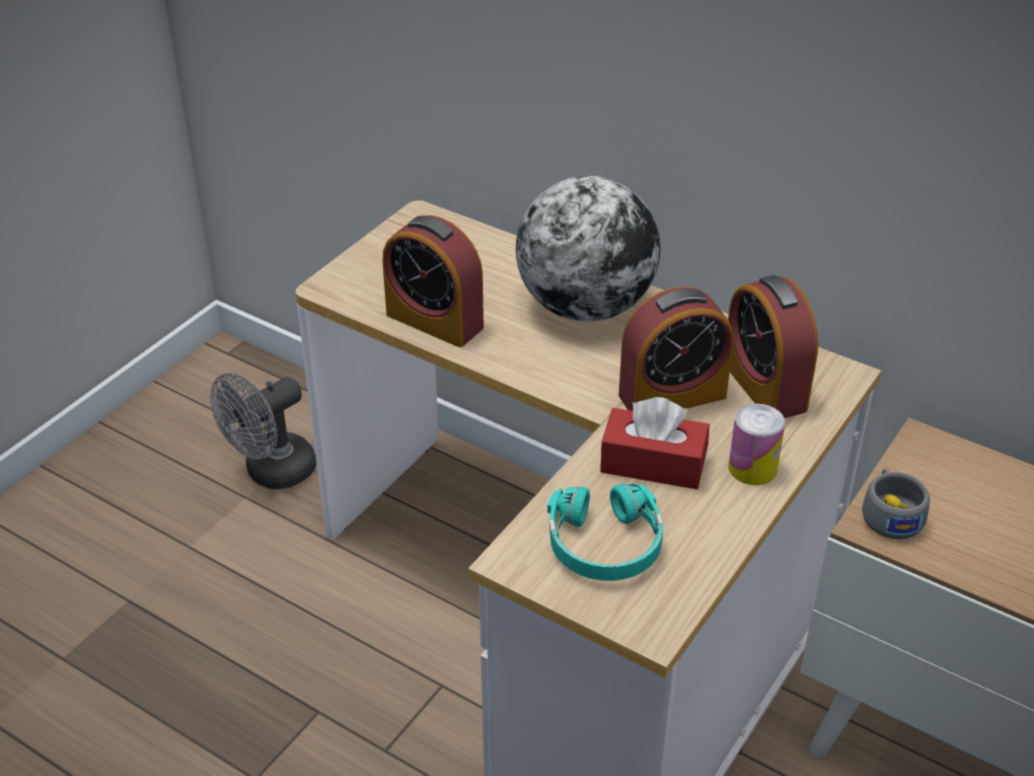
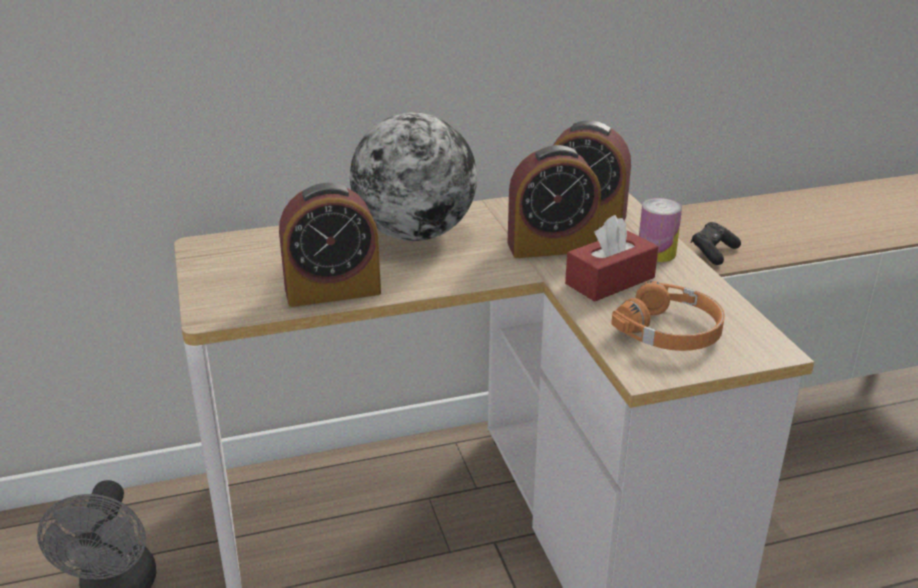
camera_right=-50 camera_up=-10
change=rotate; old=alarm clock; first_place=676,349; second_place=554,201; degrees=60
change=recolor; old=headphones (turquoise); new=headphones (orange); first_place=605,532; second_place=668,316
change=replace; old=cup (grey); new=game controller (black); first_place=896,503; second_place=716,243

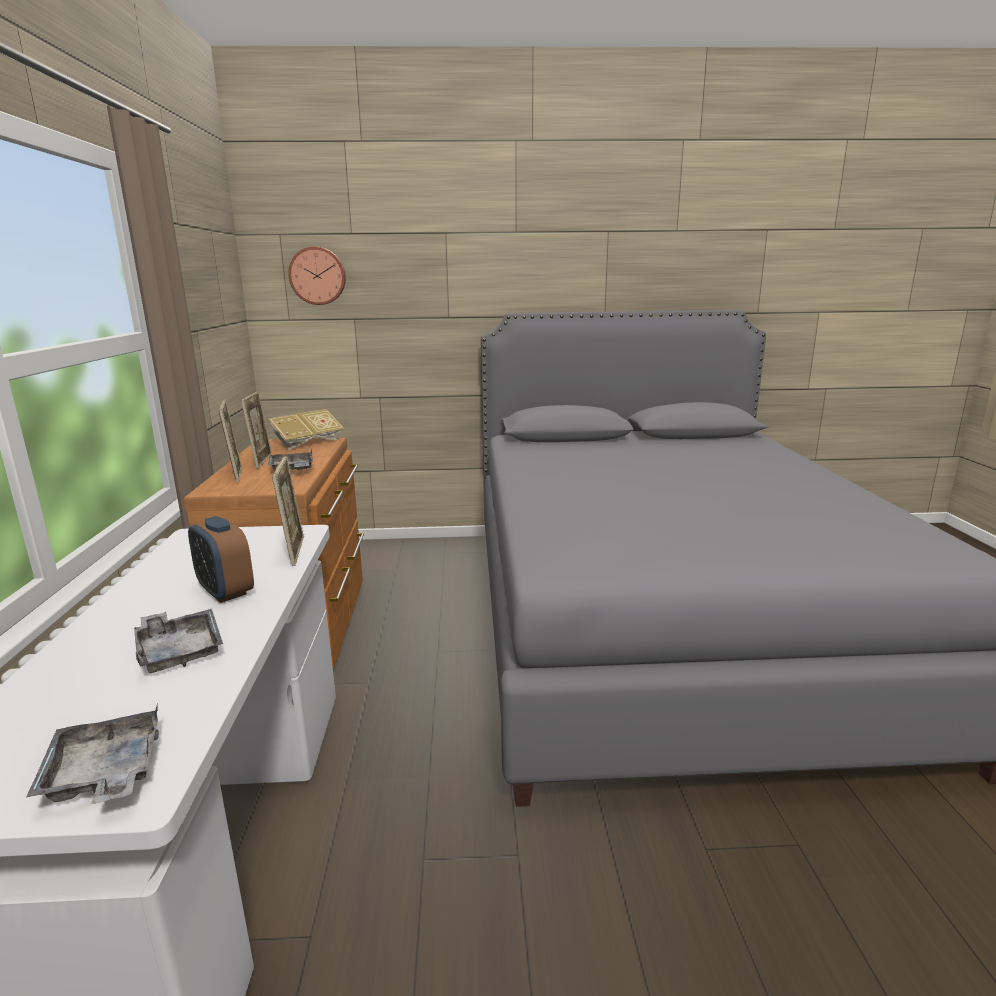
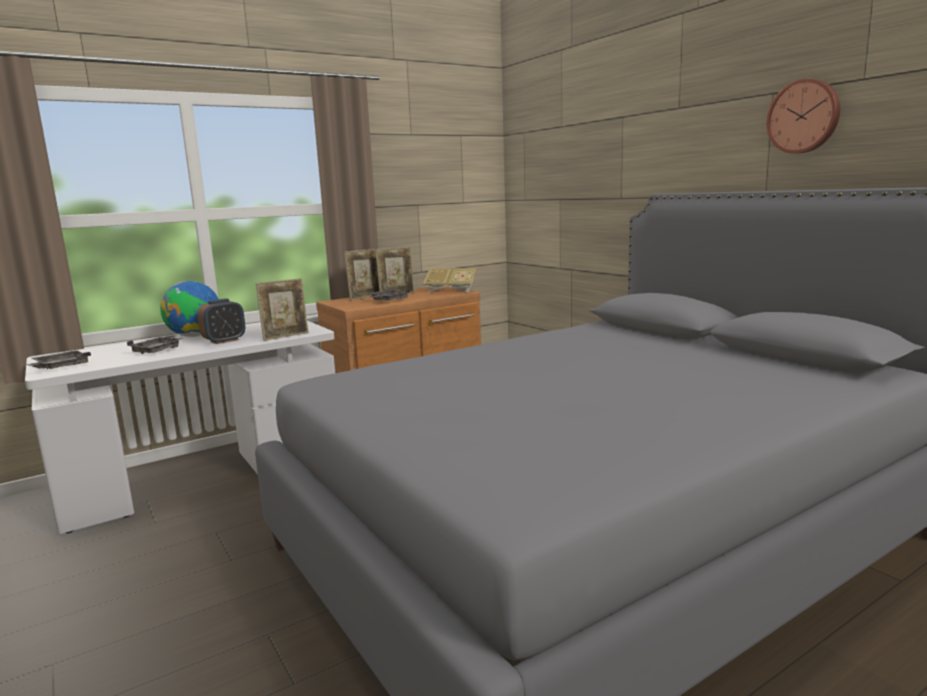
camera_right=60 camera_up=-5
change=insert; new=globe; second_place=189,309
change=rotate; old=alarm clock; first_place=221,559; second_place=221,321; degrees=-150
change=move; old=wall clock; first_place=317,275; second_place=803,116

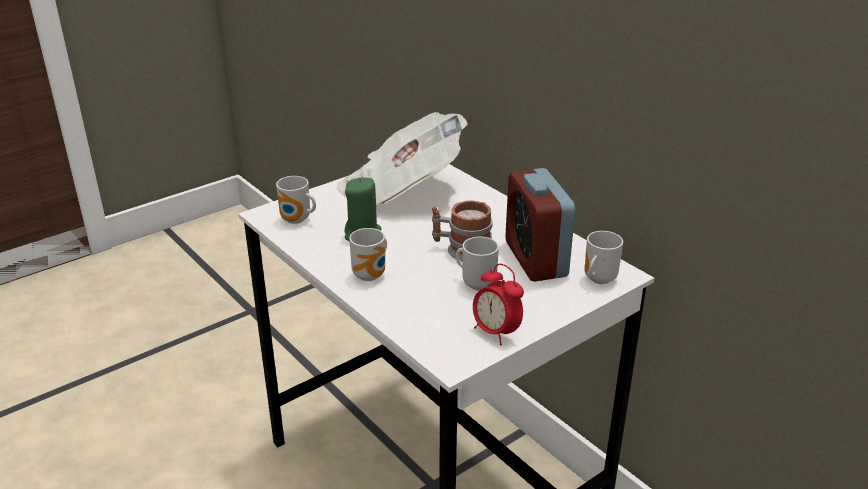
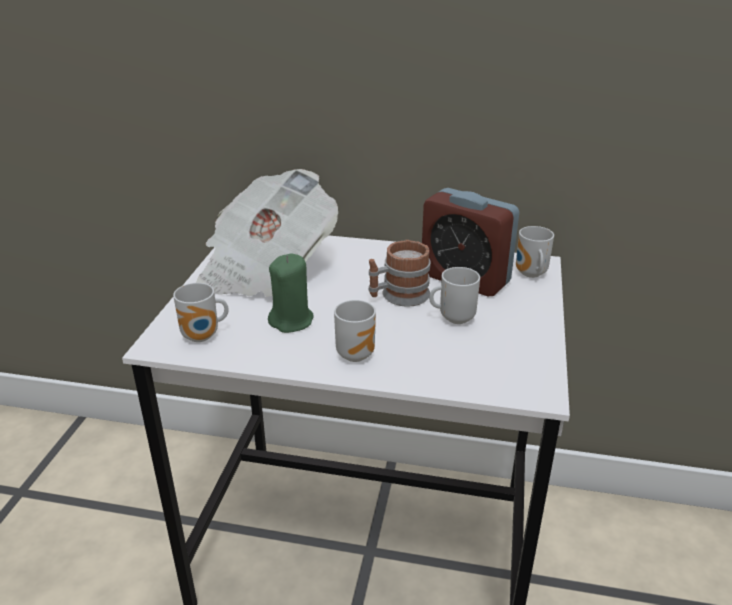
camera_right=-40 camera_up=0
change=delete; old=alarm clock; first_place=498,304

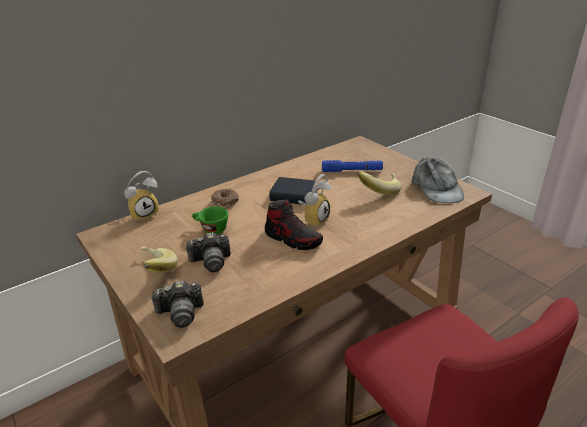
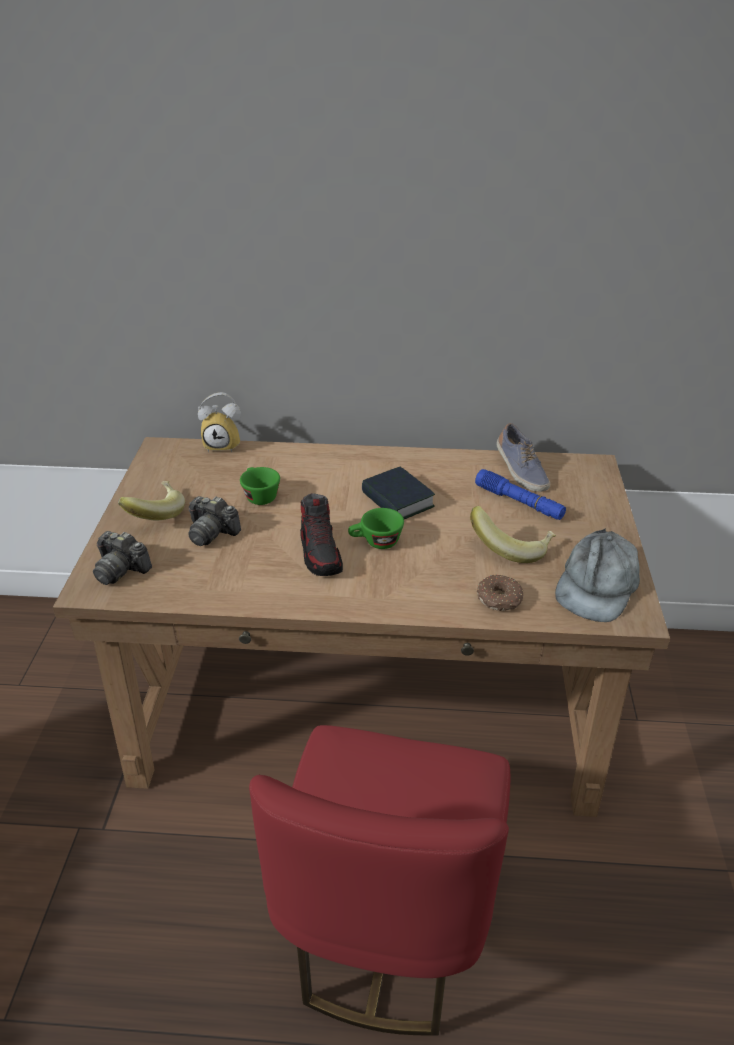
camera_right=40 camera_up=5
change=replace; old=alarm clock; new=cup (green); first_place=315,201; second_place=376,528
change=move; old=donut; first_place=225,198; second_place=500,592
change=insert; new=shoe; second_place=523,457

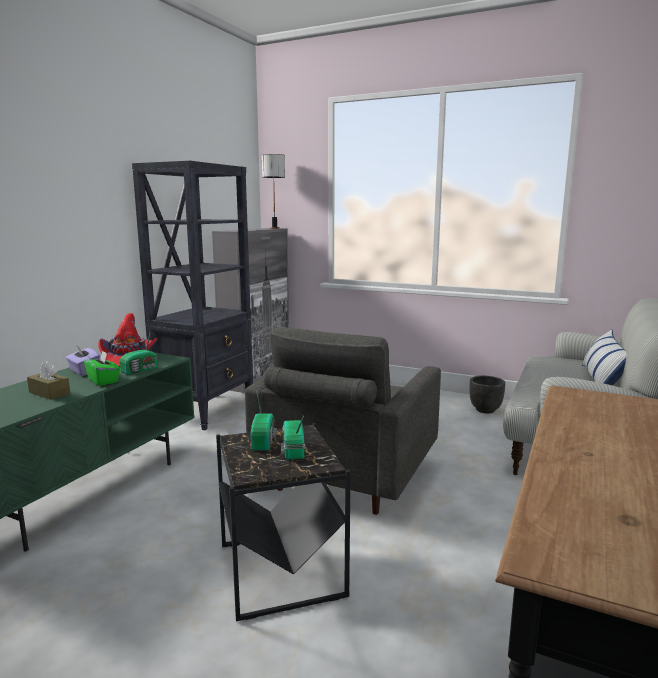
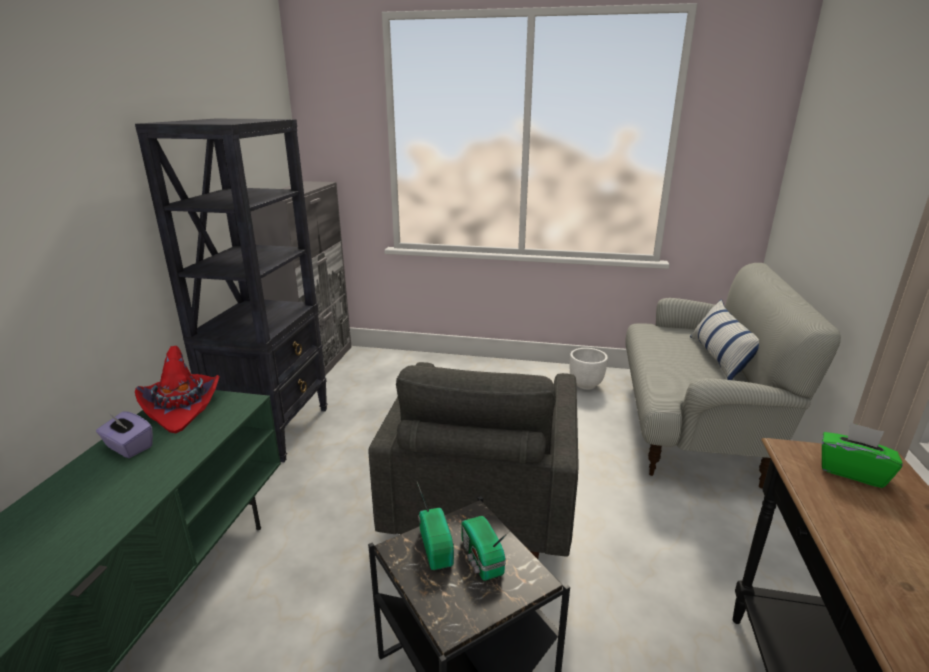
camera_right=-15 camera_up=10
change=recolor; old=planter (black); new=planter (white); first_place=487,394; second_place=588,369
change=move; old=tissue box (green); first_place=102,368; second_place=862,455
change=delete; old=tissue box (brown); first_place=48,380
change=delete; old=radio; first_place=138,354
change=delete; old=table lamp; first_place=273,191

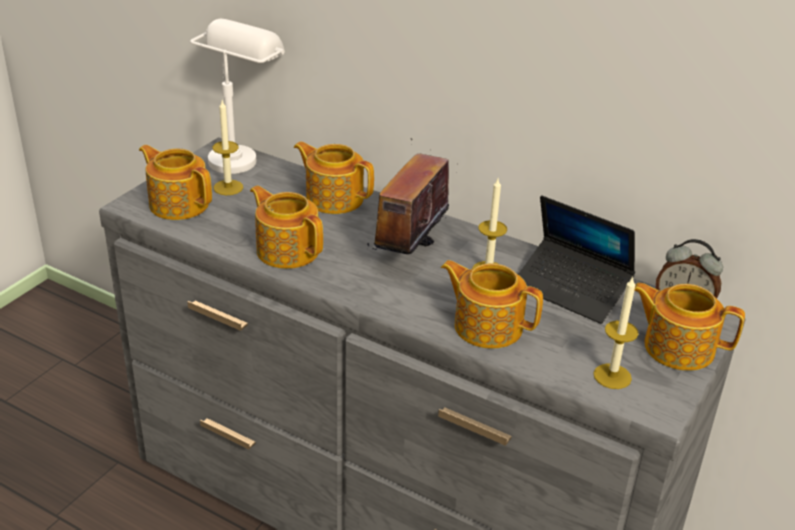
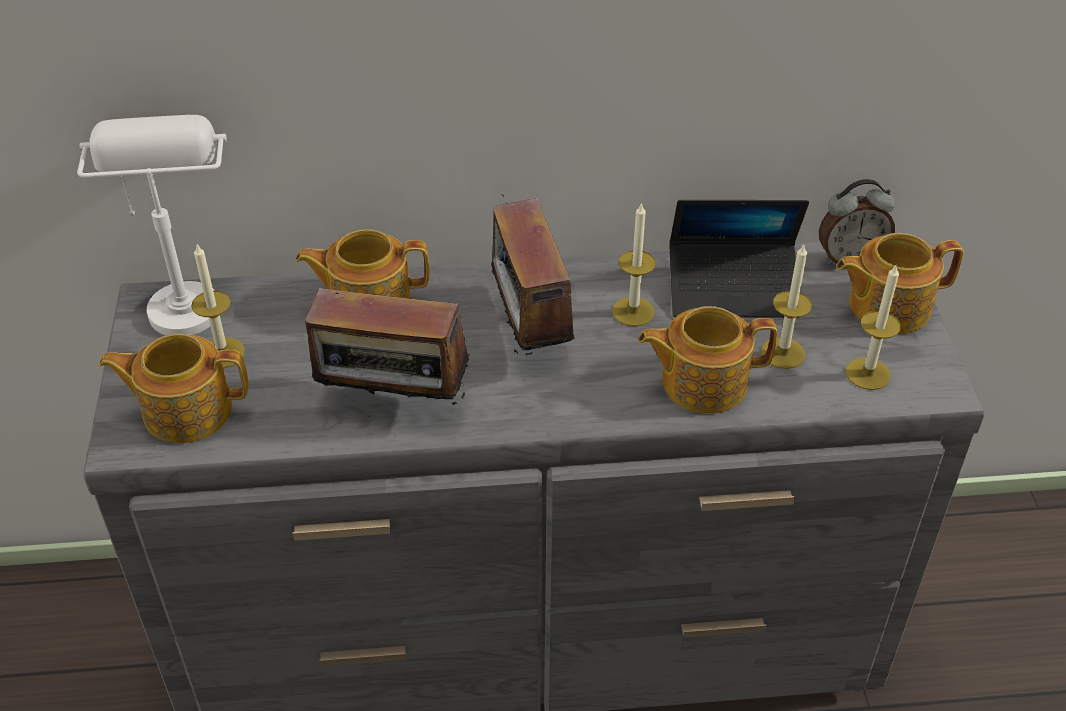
camera_right=-35 camera_up=10
change=replace; old=teapot; new=radio; first_place=286,227; second_place=387,344
change=insert; new=candle; second_place=786,306

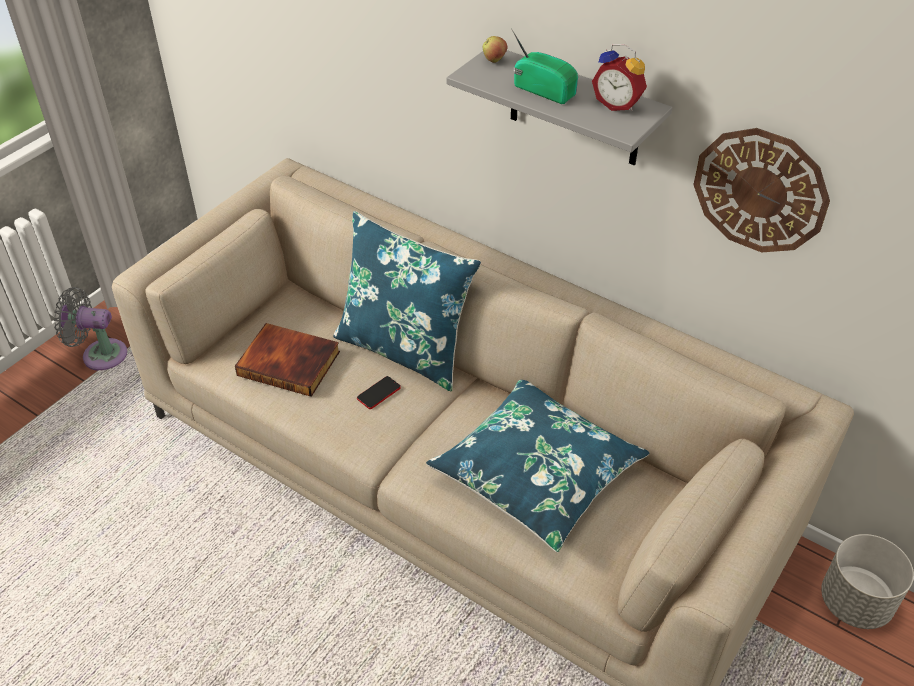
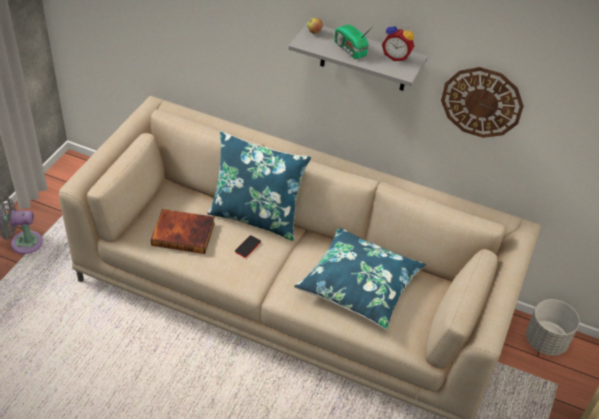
camera_right=-15 camera_up=0
change=rotate; old=radio; first_place=544,66; second_place=354,41; degrees=-150

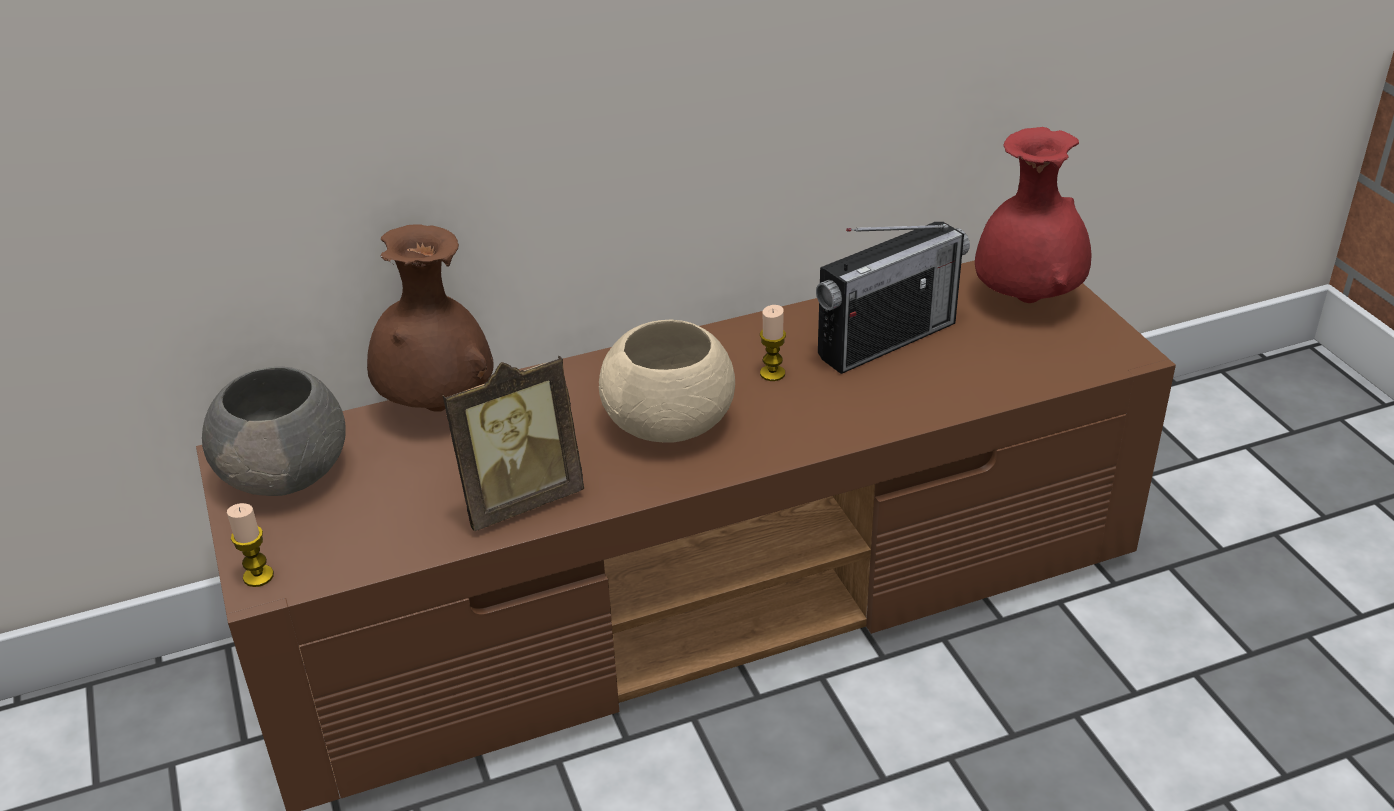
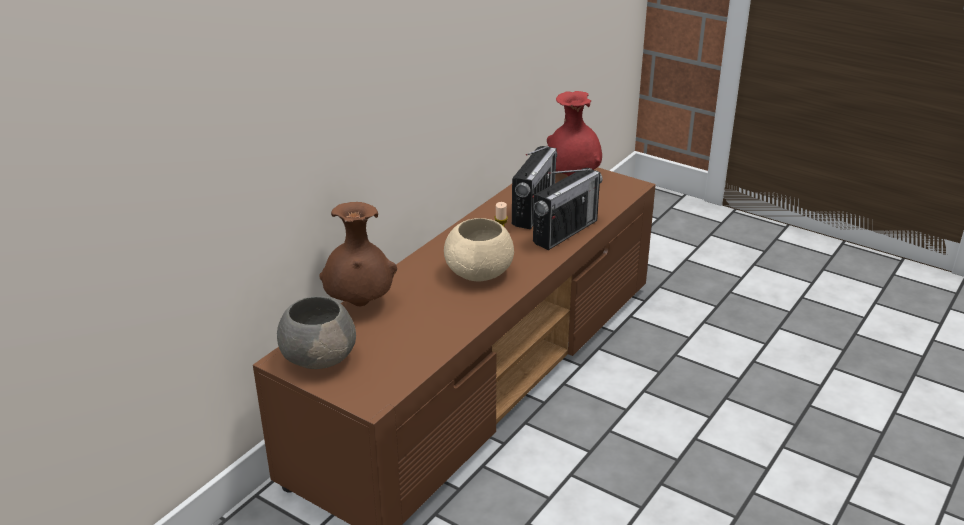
camera_right=-35 camera_up=-5
change=insert; new=radio; second_place=568,209
change=delete; old=candle; first_place=250,545
change=delete; old=picture frame; first_place=513,443

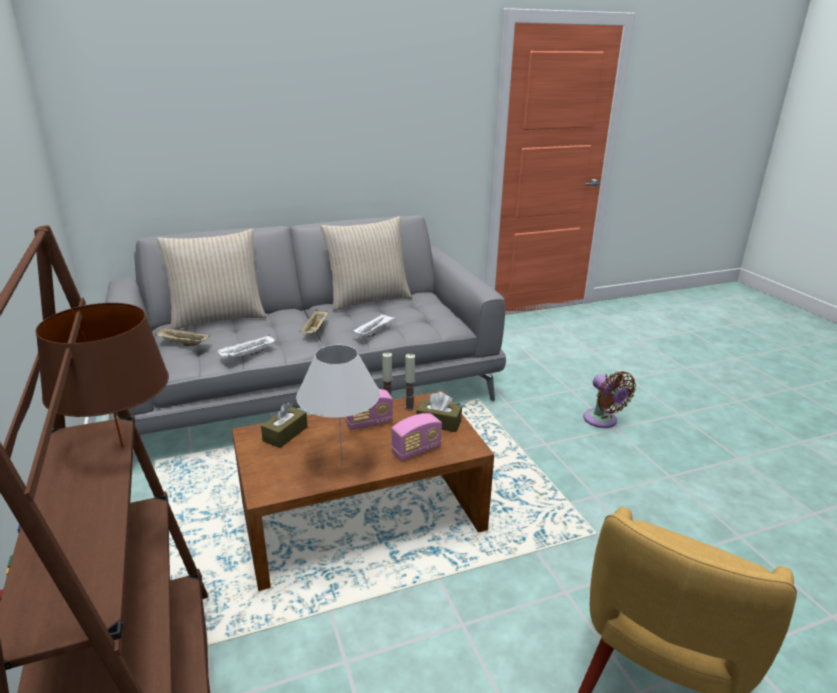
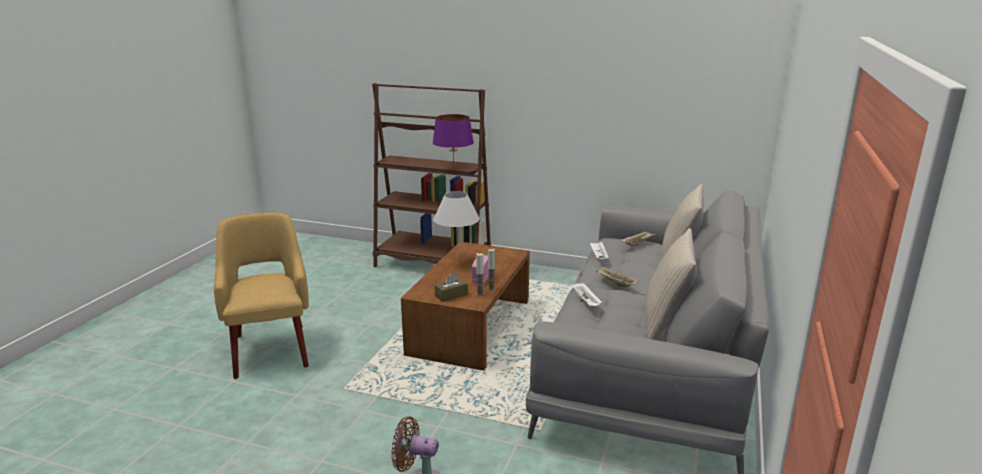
camera_right=130 camera_up=-5
change=recolor; old=table lamp (brown); new=table lamp (purple); first_place=102,375; second_place=453,141
change=delete; old=tissue box (brown); first_place=284,425
change=delete; old=radio; first_place=416,437

